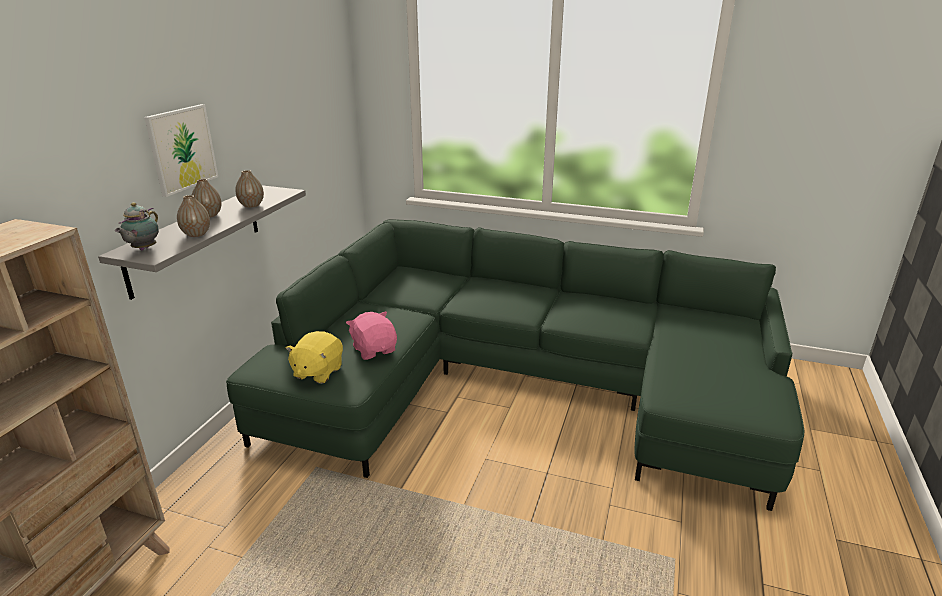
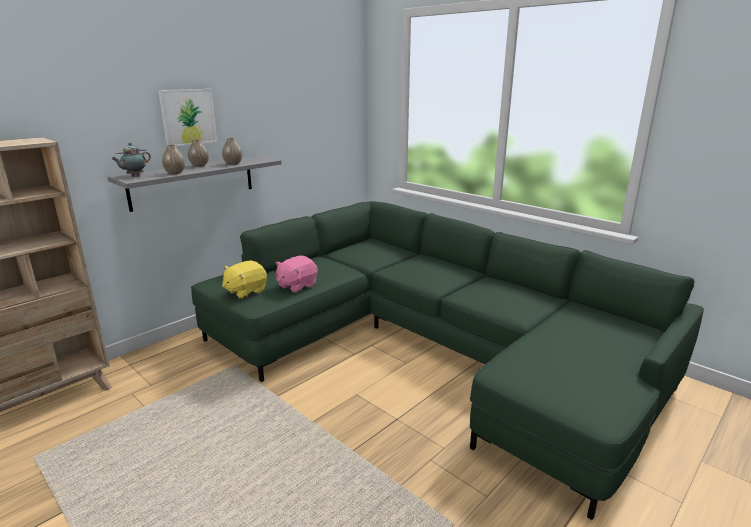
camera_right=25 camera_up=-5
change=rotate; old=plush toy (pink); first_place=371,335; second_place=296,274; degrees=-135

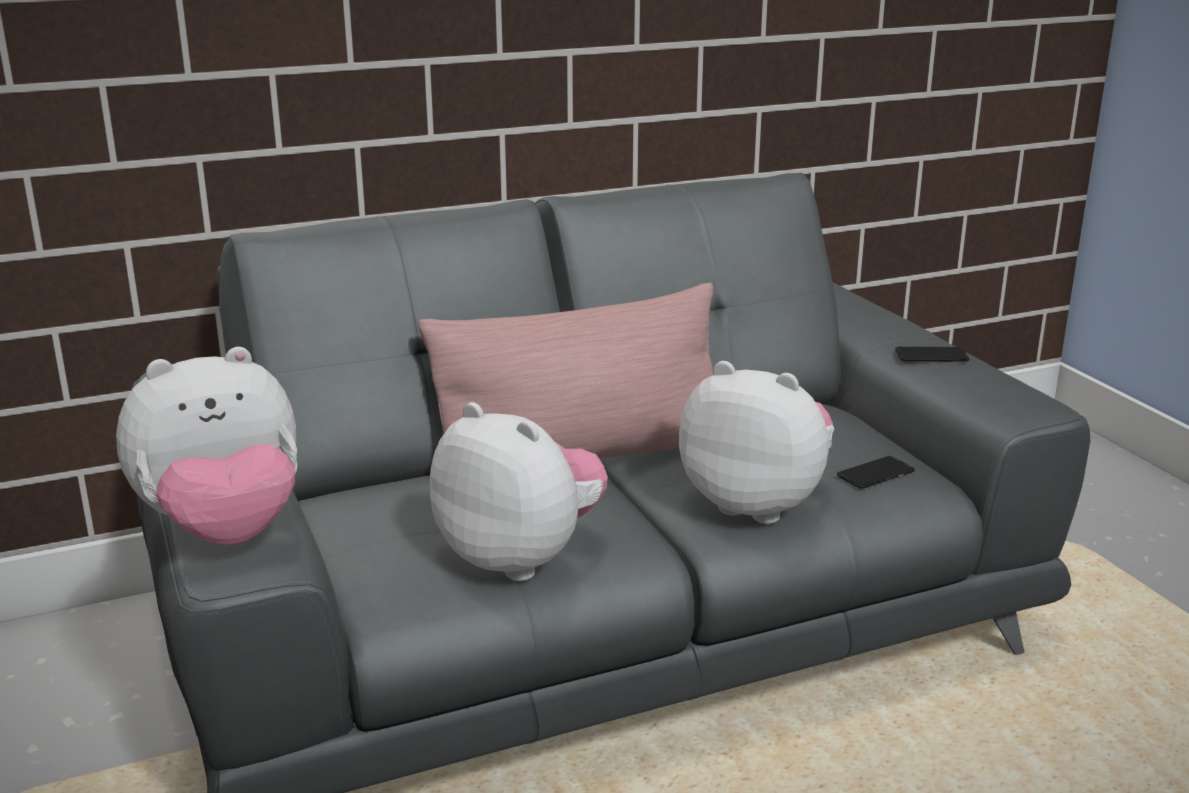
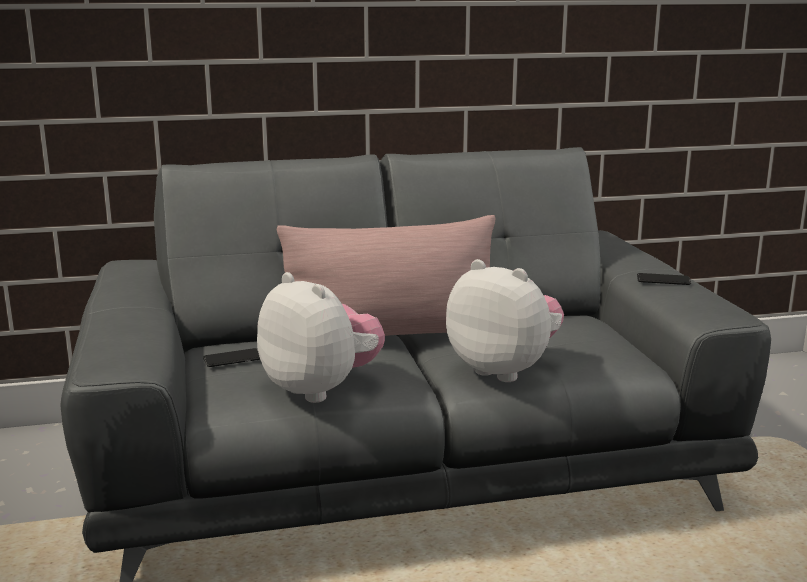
camera_right=10 camera_up=-5
change=move; old=phone; first_place=876,472; second_place=231,357
change=delete; old=plush toy; first_place=206,446

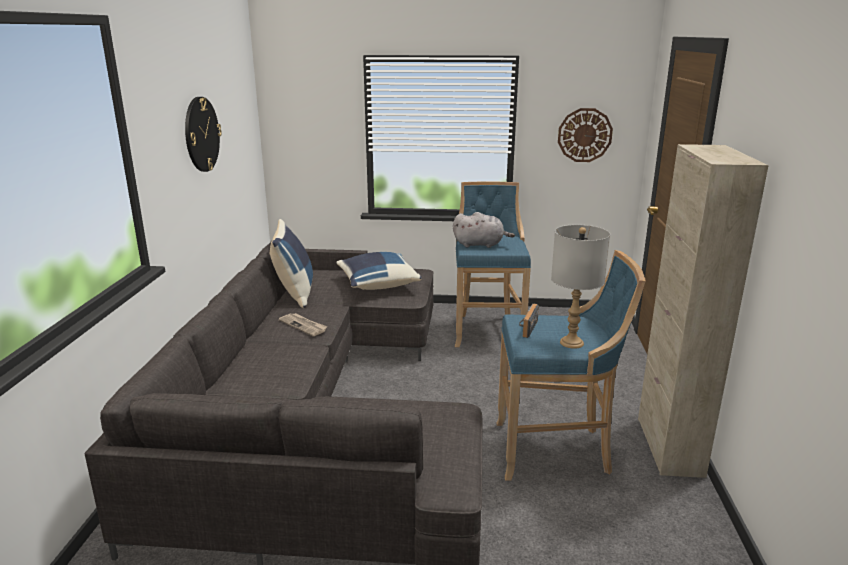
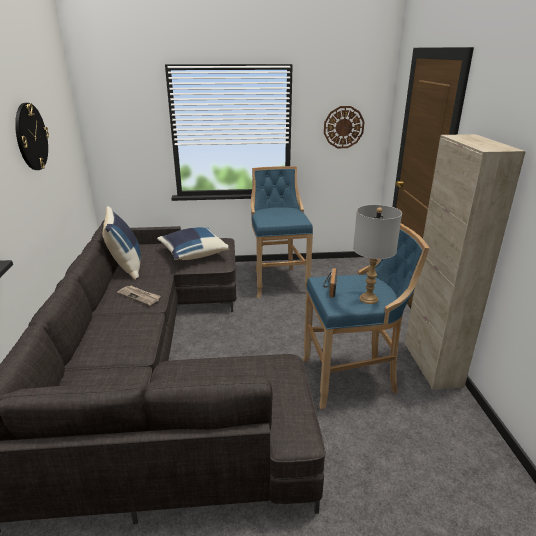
camera_right=-10 camera_up=5
change=delete; old=plush toy (grey); first_place=484,230

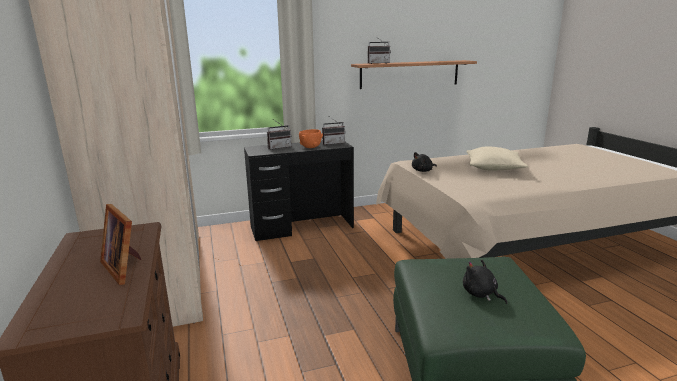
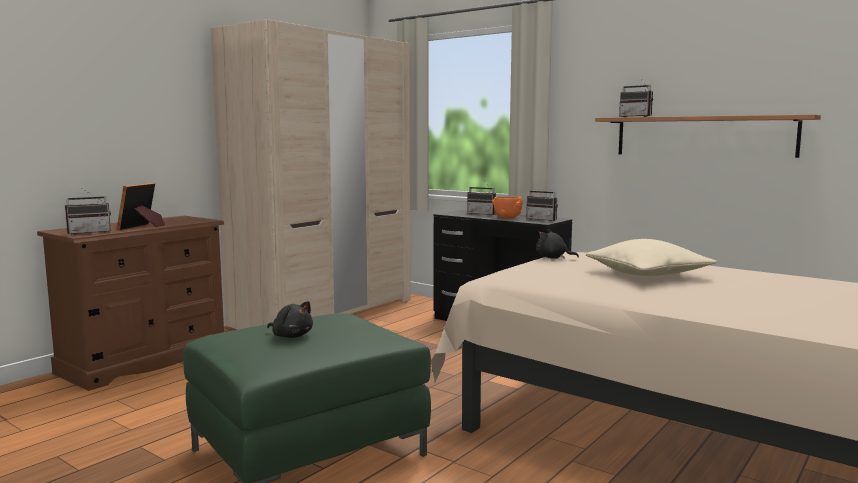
camera_right=55 camera_up=-10
change=insert; new=radio; second_place=88,211
change=rotate; old=plush toy (black); first_place=485,281; second_place=290,319; degrees=105

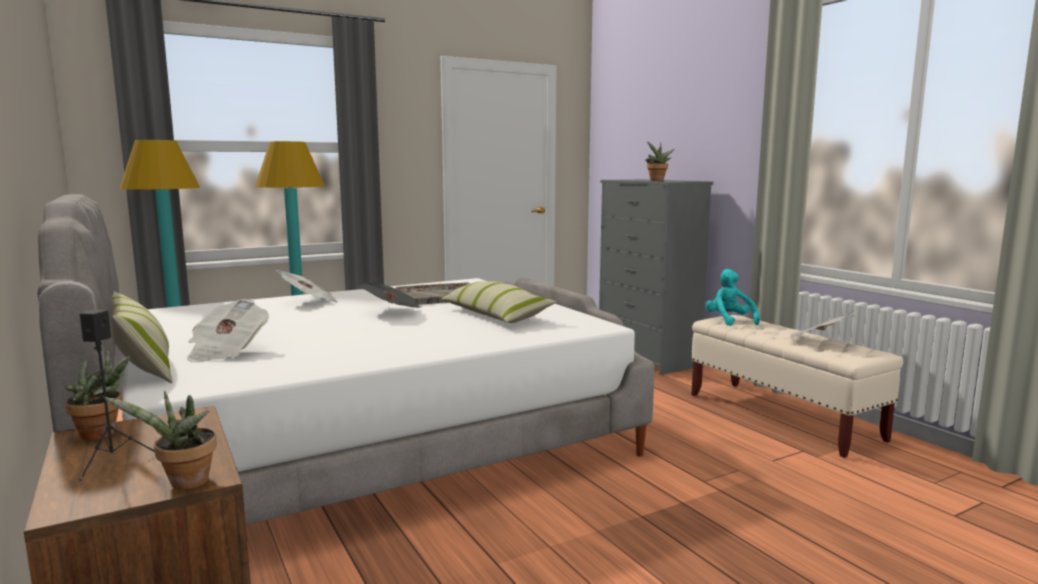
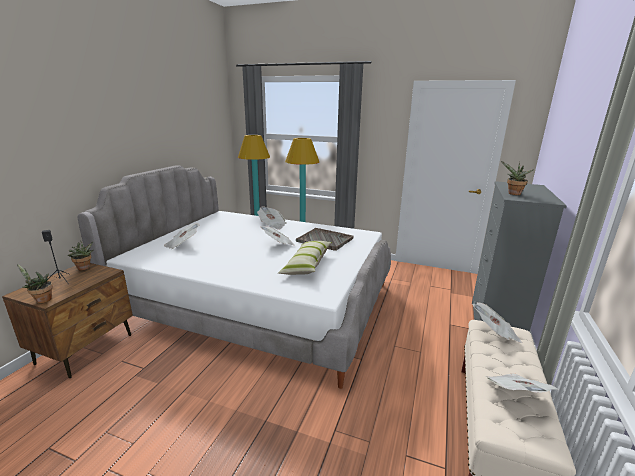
camera_right=50 camera_up=10
change=replace; old=plush toy (turquoise); new=newspaper; first_place=732,297; second_place=497,322
change=delete; old=pillow; first_place=142,337

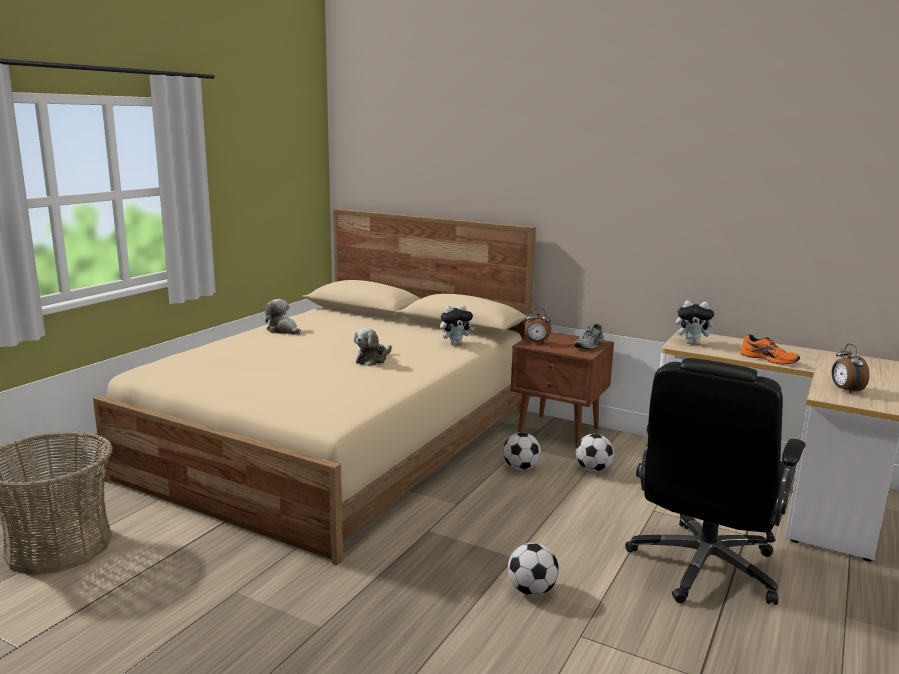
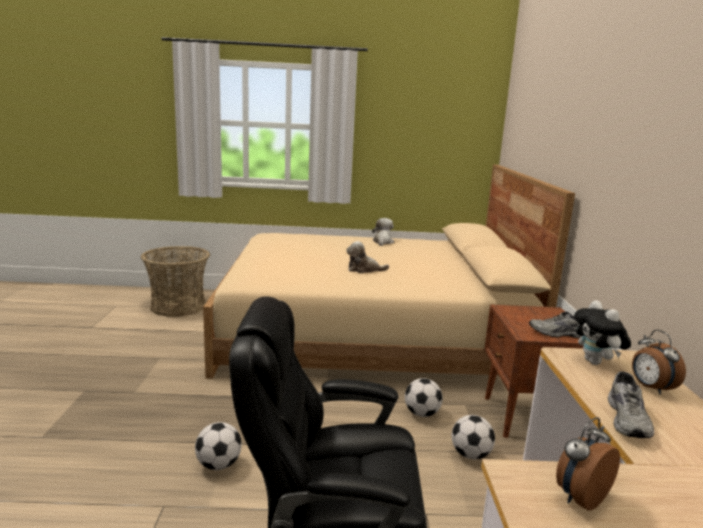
camera_right=60 camera_up=0
change=recolor; old=shoe (orange); new=shoe (grey); first_place=770,349; second_place=631,404
change=move; old=alarm clock; first_place=537,325; second_place=659,362
change=delete; old=plush toy; first_place=457,325

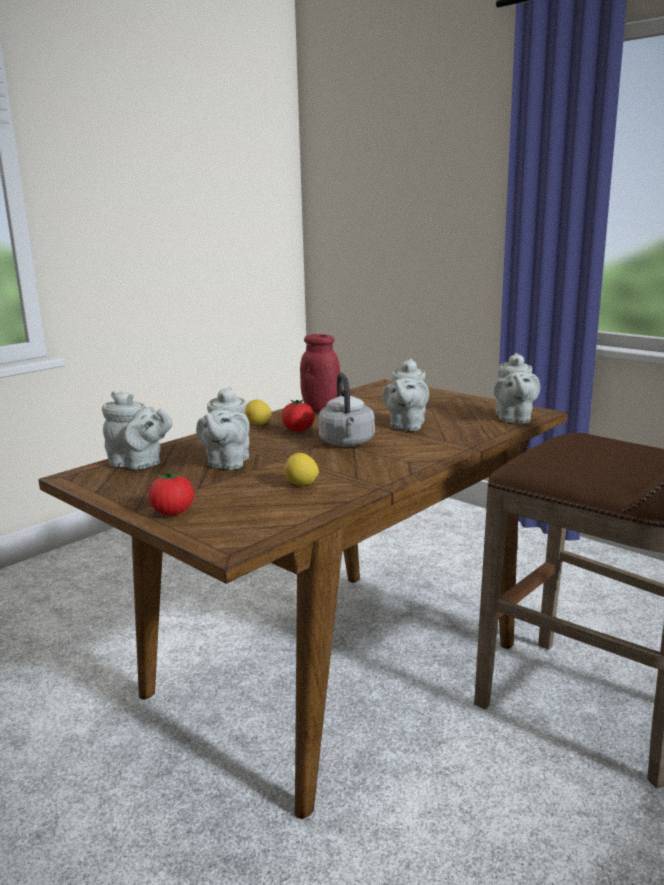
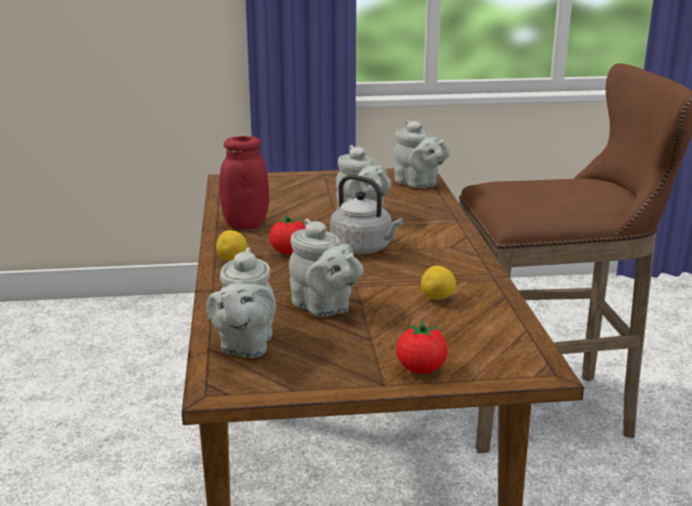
camera_right=-50 camera_up=5
change=rotate; old=teapot (grey); first_place=137,430; second_place=241,302; degrees=120

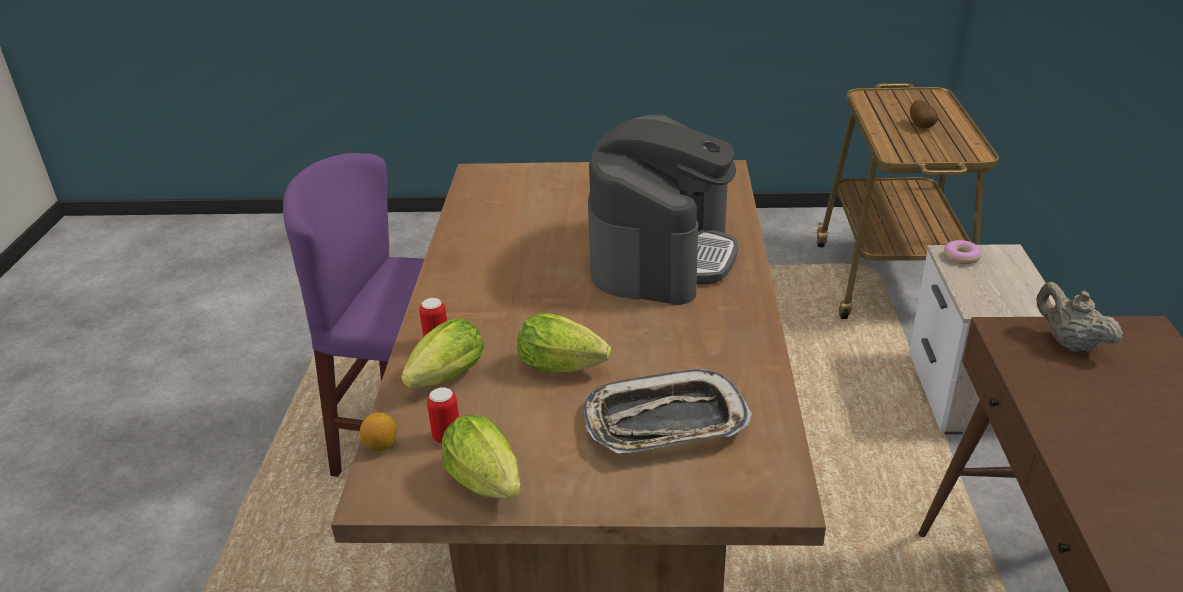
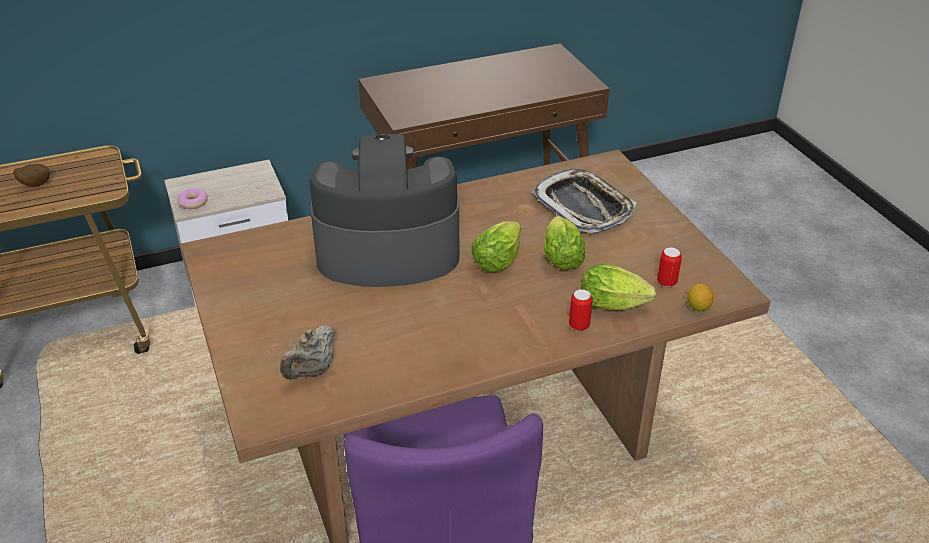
camera_right=-115 camera_up=5
change=move; old=teapot (beige); first_place=1079,317; second_place=307,352
change=move; old=lettuce; first_place=481,457; second_place=496,246

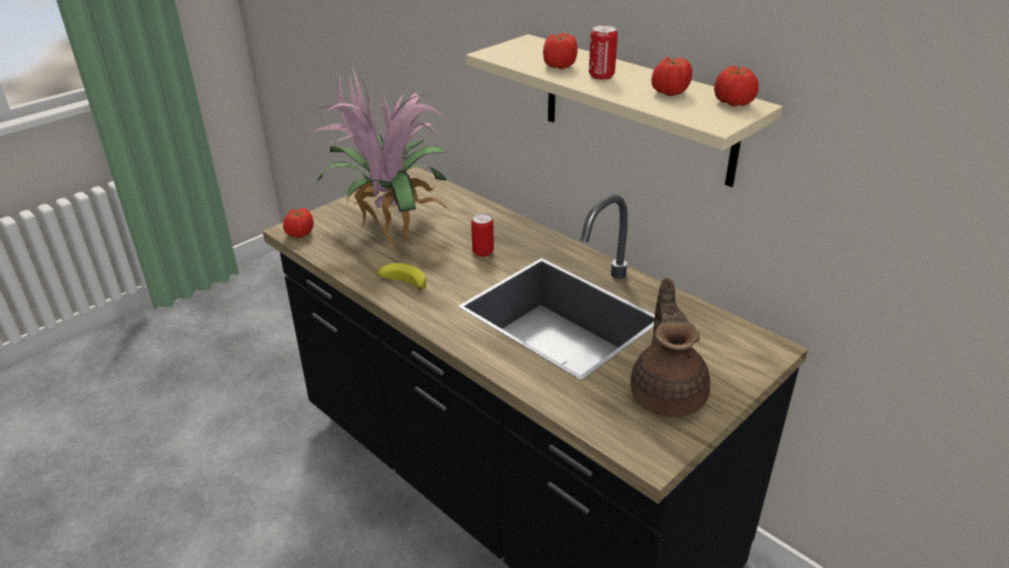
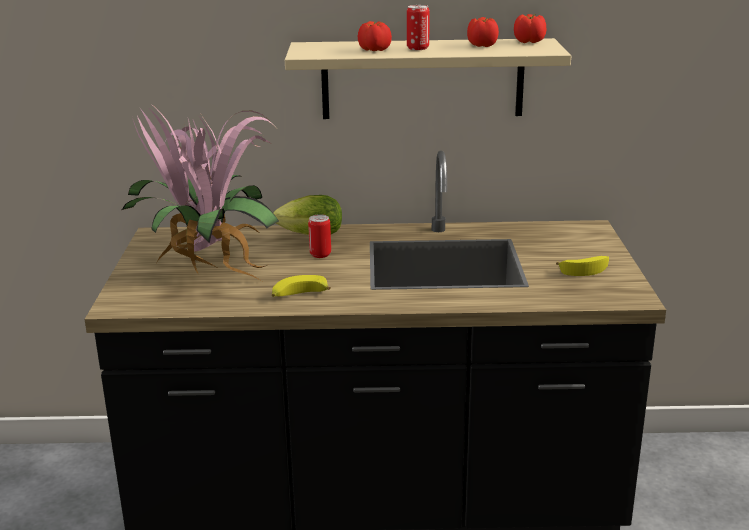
camera_right=-45 camera_up=-10
change=insert; new=lettuce; second_place=307,215
change=replace; old=teapot (brown); new=banana; first_place=670,347; second_place=582,266
change=delete; old=tomato; first_place=298,223

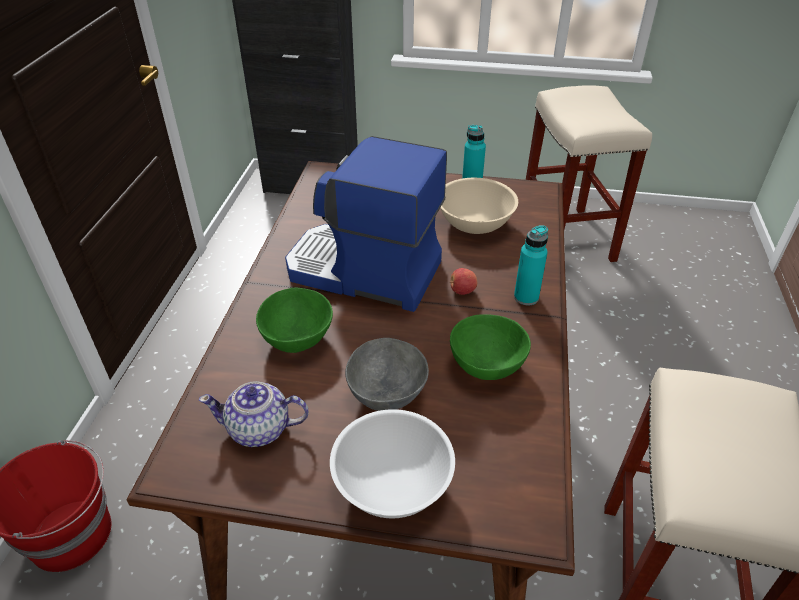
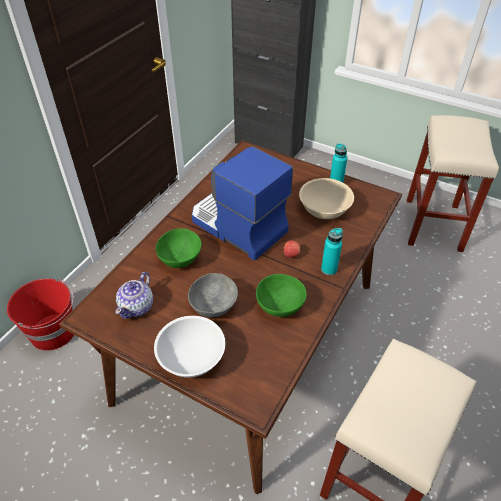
camera_right=20 camera_up=5
change=rotate; old=teapot; first_place=254,414; second_place=134,295; degrees=-90

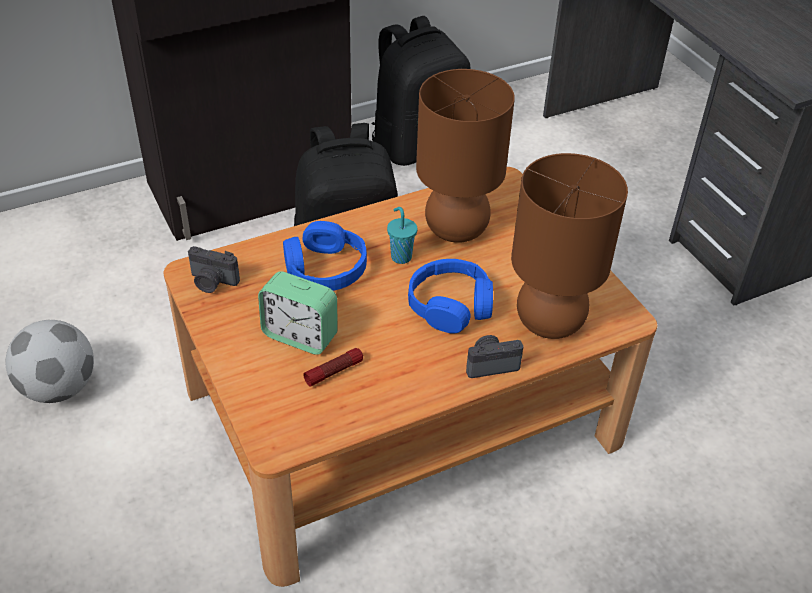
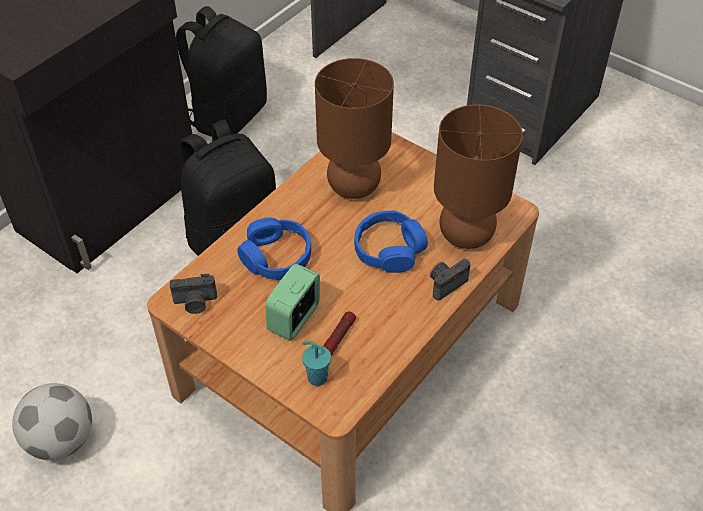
camera_right=-25 camera_up=5
change=rotate; old=alarm clock; first_place=298,313; second_place=292,301; degrees=120
change=move; old=cup (turquoise); first_place=402,235; second_place=316,363

